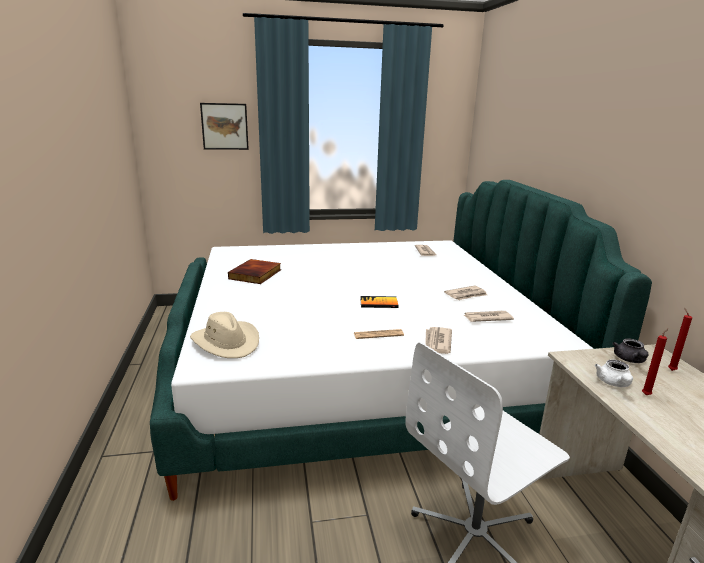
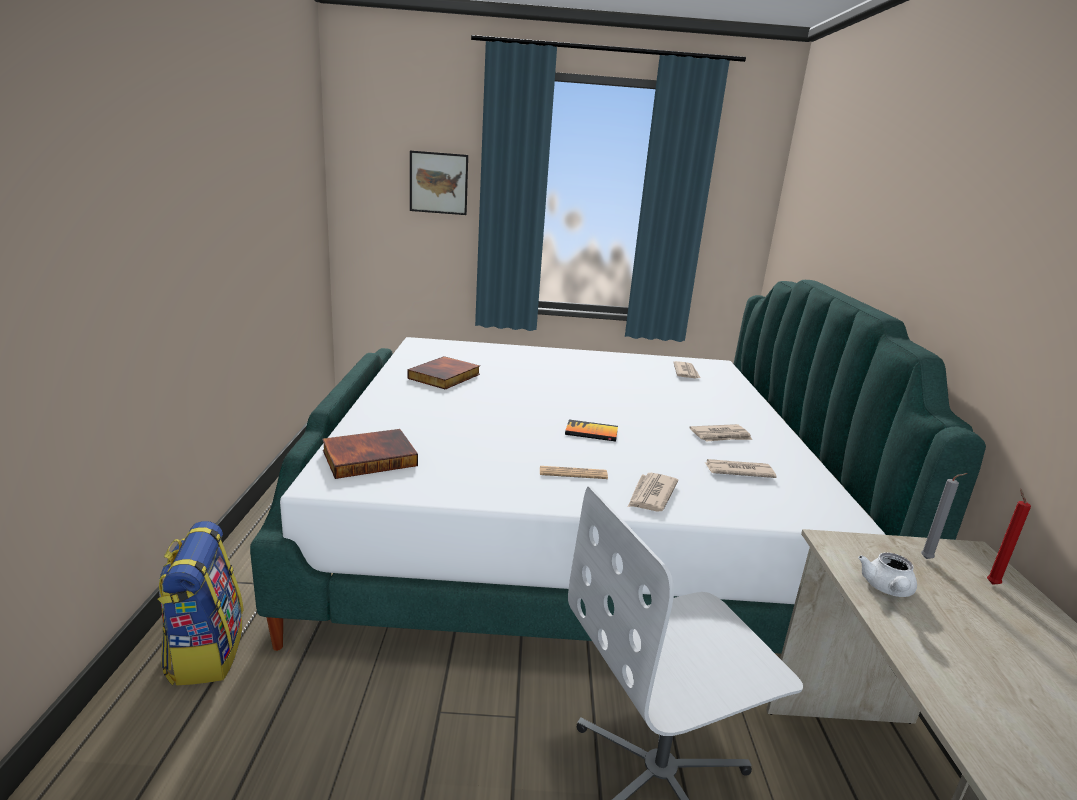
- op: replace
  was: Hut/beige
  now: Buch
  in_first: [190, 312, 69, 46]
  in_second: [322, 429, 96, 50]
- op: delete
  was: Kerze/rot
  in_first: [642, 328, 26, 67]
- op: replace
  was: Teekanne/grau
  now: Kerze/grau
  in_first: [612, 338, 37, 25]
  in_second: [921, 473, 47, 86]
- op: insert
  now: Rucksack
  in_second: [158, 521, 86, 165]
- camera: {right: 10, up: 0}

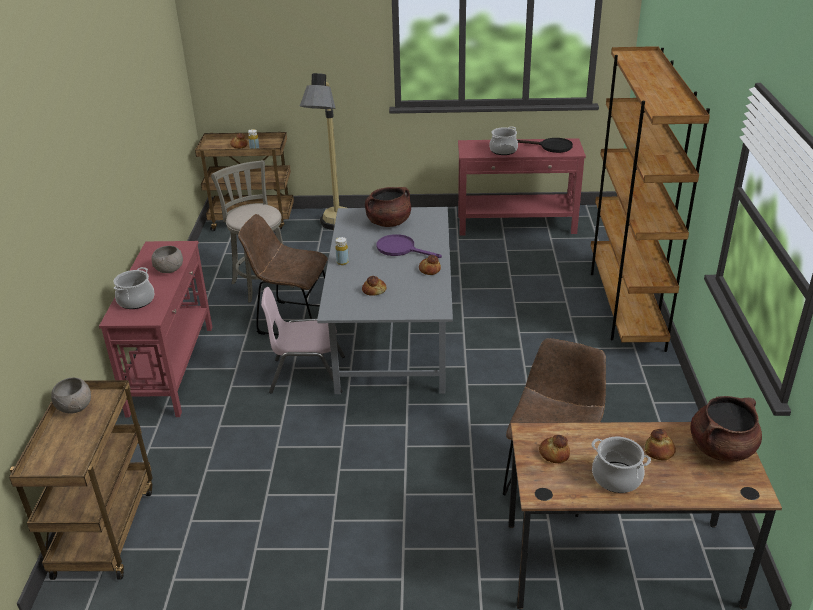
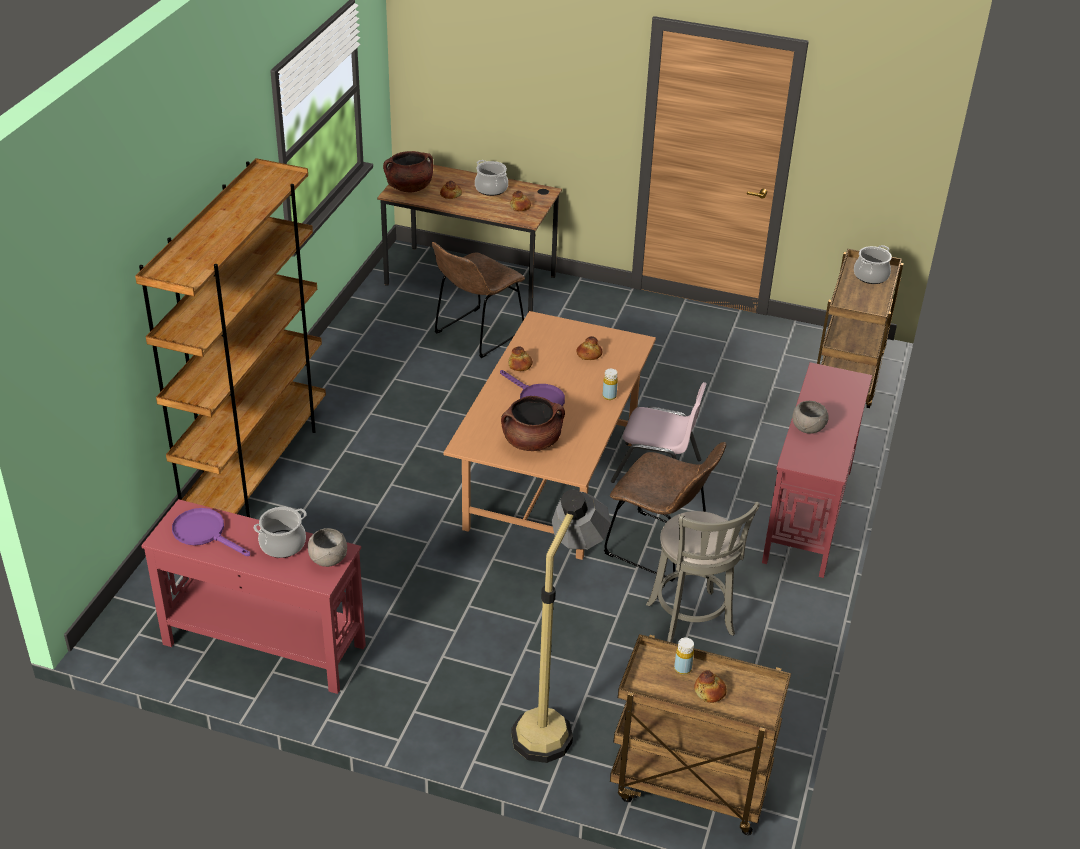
- op: recolor
  was: Pfanne/schwarz
  now: Pfanne/lila
  in_first: [517, 138, 56, 15]
  in_second: [172, 508, 78, 48]
- op: recolor
  was: Esstisch/grau
  now: Esstisch/braun
  in_first: [317, 207, 136, 187]
  in_second: [444, 311, 212, 249]
- op: move
  was: Kochtopf
  in_first: [114, 267, 40, 42]
  in_second: [854, 245, 38, 39]
- op: move
  was: Schüssel/grau
  in_first: [51, 378, 40, 36]
  in_second: [308, 528, 39, 39]
- camera: {right: -165, up: 5}

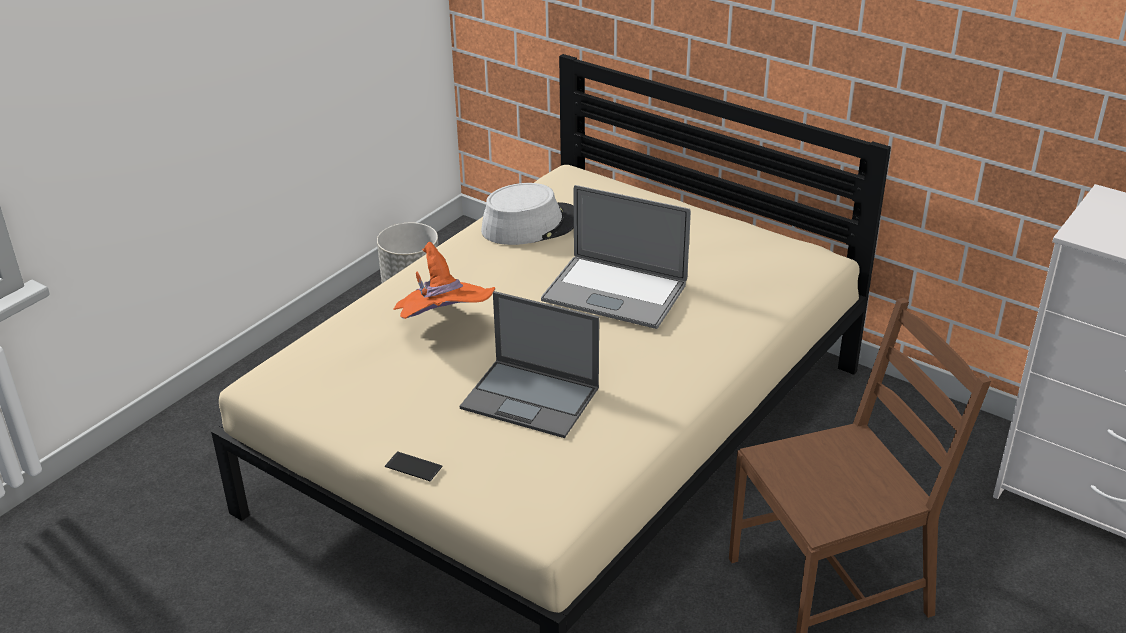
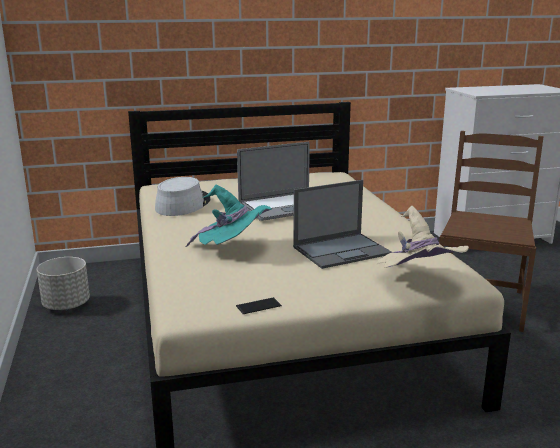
- op: recolor
  was: Hut/orange
  now: Hut/türkis
  in_first: [394, 242, 101, 77]
  in_second: [186, 185, 86, 62]
- op: move
  was: Handy
  in_first: [385, 451, 58, 31]
  in_second: [236, 297, 46, 17]
- op: insert
  now: Hut/beige
  in_second: [376, 206, 93, 62]
- camera: {right: -50, up: -15}

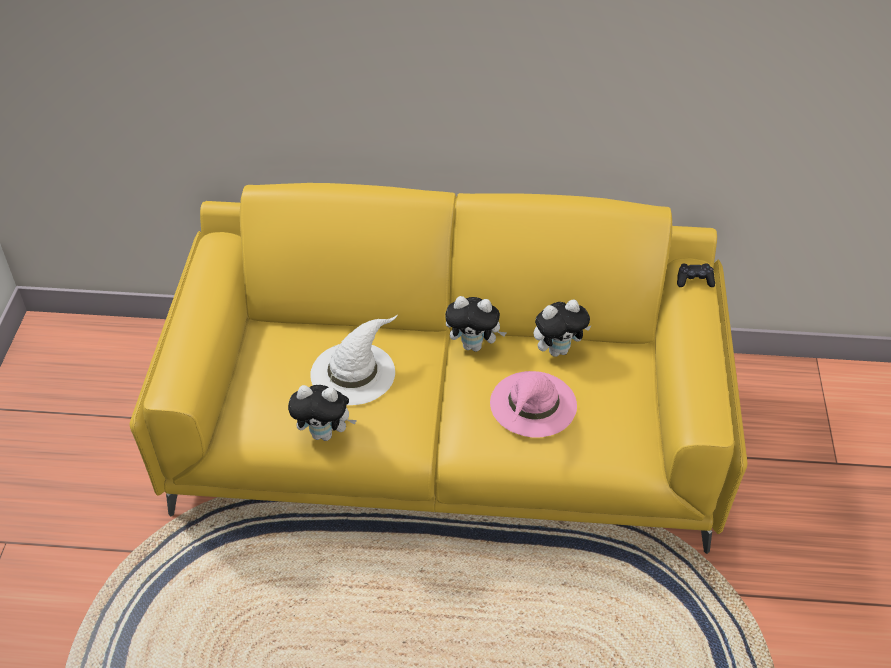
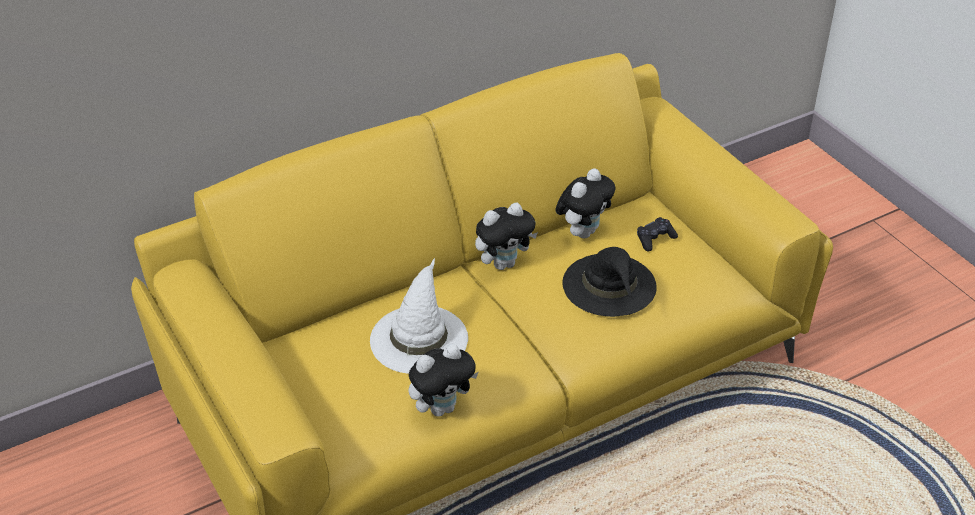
- op: move
  was: Gamepad/schwarz
  in_first: [677, 263, 38, 24]
  in_second: [637, 217, 41, 35]
- op: recolor
  was: Hut/rosa
  now: Hut/schwarz
  in_first: [490, 371, 87, 67]
  in_second: [562, 247, 95, 70]
- camera: {right: -35, up: -5}

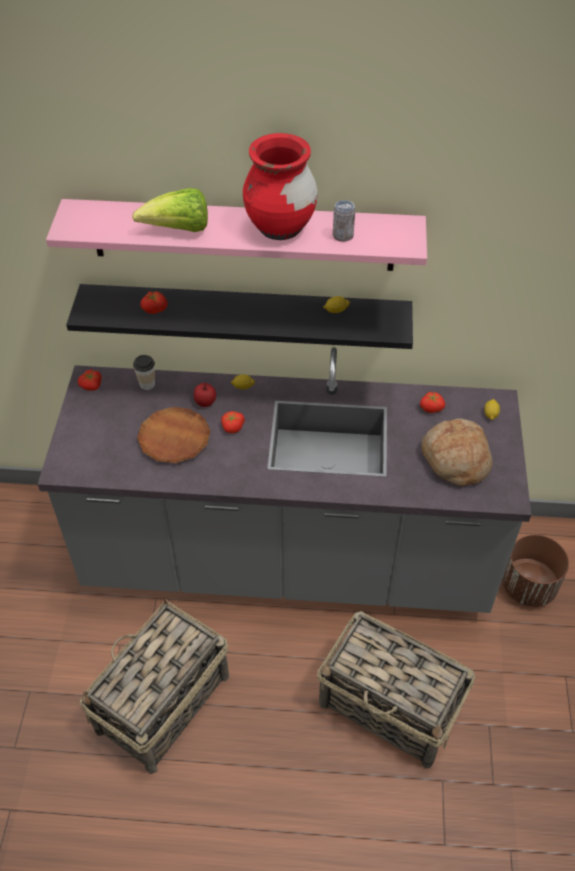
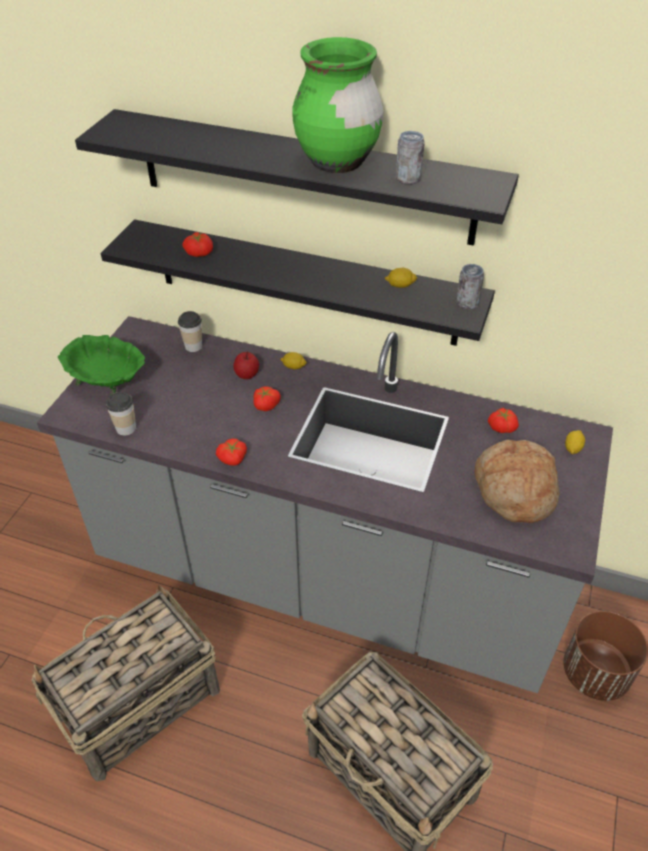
- op: recolor
  was: Vase/rot
  now: Vase/grün
  in_first: [243, 133, 75, 107]
  in_second: [292, 37, 92, 136]
- op: delete
  was: Salatkopf
  in_first: [132, 188, 76, 44]
- op: recolor
  was: Wandregal/rosa
  now: Wandregal/schwarz
  in_first: [46, 199, 381, 72]
  in_second: [75, 109, 444, 137]
- op: move
  was: Tomate
  in_first: [78, 370, 24, 21]
  in_second: [216, 439, 31, 27]
- op: delete
  was: Teller/braun
  in_first: [137, 407, 73, 56]
- op: insert
  now: Dose
  in_second: [456, 264, 28, 46]
- op: insert
  now: Schüssel/grün
  in_second: [58, 335, 87, 61]
- op: insert
  now: Tasse
  in_second: [106, 392, 30, 44]
- camera: {right: 15, up: -5}

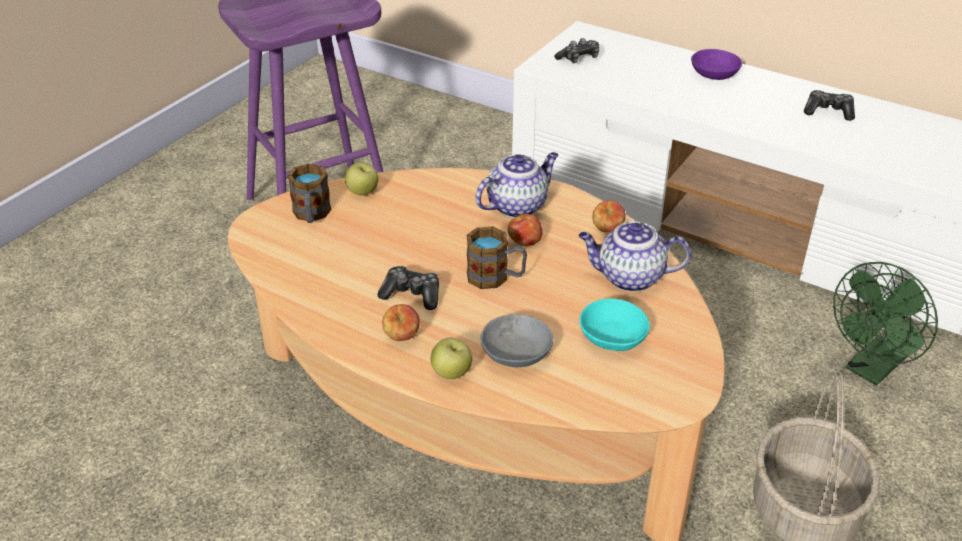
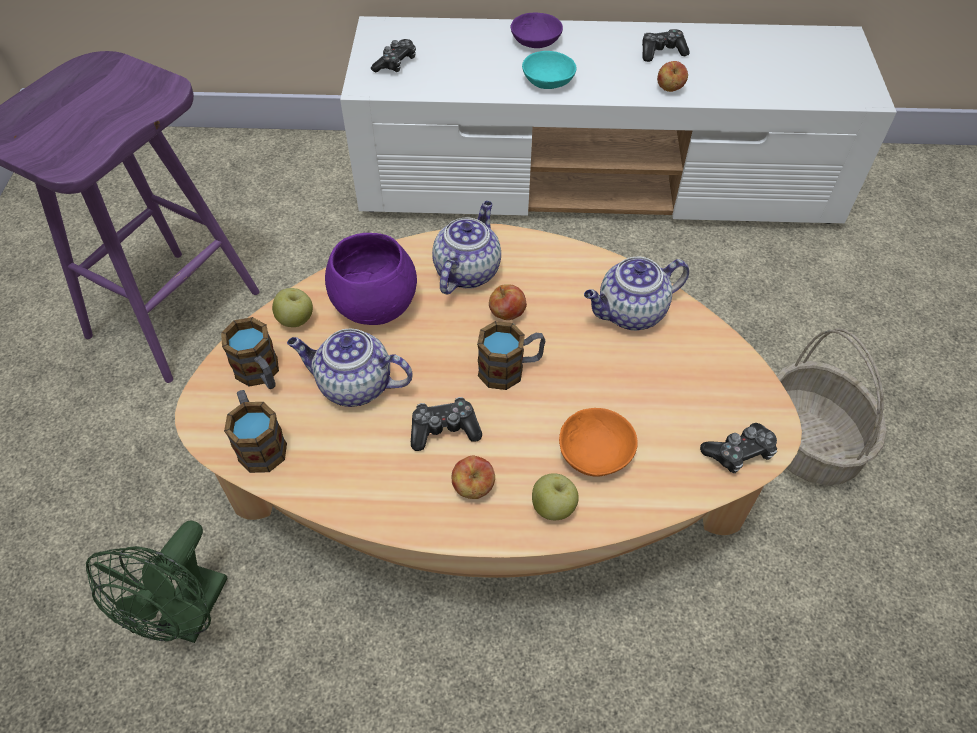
- op: move
  was: Apfel
  in_first: [592, 200, 34, 32]
  in_second: [657, 61, 31, 31]
- op: move
  was: Ventilator/grün
  in_first: [833, 262, 105, 124]
  in_second: [86, 520, 142, 123]
- op: move
  was: Schüssel/türkis
  in_first: [579, 299, 71, 52]
  in_second: [522, 51, 54, 38]
- op: recolor
  was: Schüssel/grau
  now: Schüssel/orange
  in_first: [480, 314, 73, 53]
  in_second: [559, 408, 79, 69]
- op: insert
  now: Schüssel/lila
  in_second: [325, 233, 92, 92]
- op: insert
  now: Teekanne
  in_second: [287, 328, 126, 79]
- op: insert
  now: Henkelbecher
  in_second: [224, 390, 63, 83]
- op: insert
  now: Gamepad
  in_second: [700, 423, 77, 50]
- camera: {right: -30, up: 15}

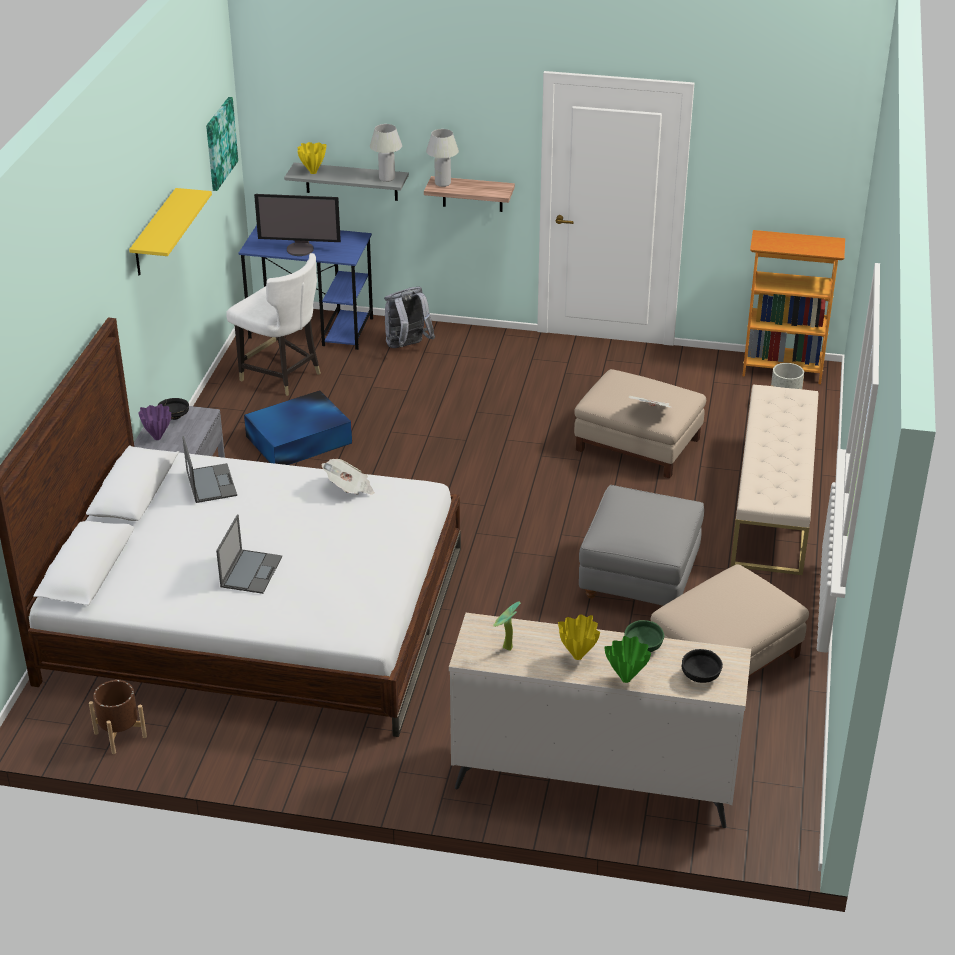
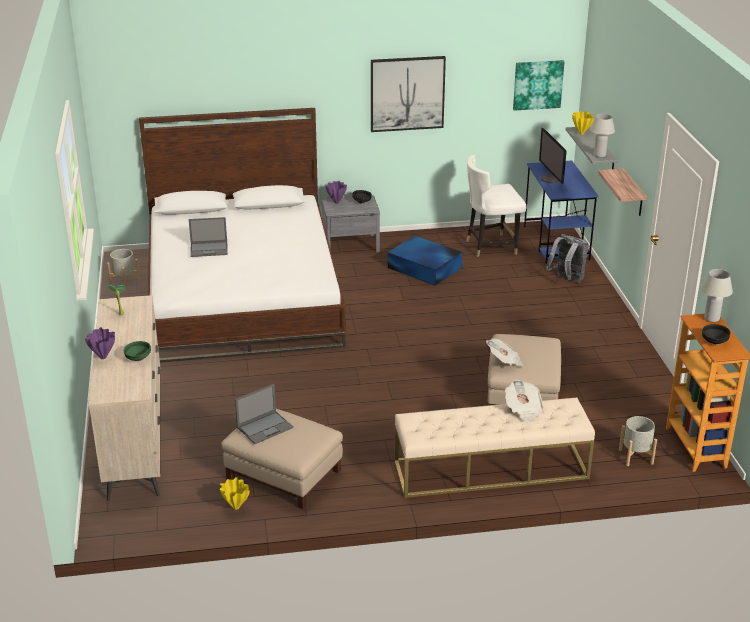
- op: move
  was: Tischlampe/weiß
  in_first: [426, 129, 33, 58]
  in_second: [701, 269, 32, 53]
- op: replace
  was: Wandregal/gelb
  now: Bild
  in_first: [129, 188, 83, 88]
  in_second: [371, 56, 75, 76]
- op: rotate
  was: Stuhl/weiß
  in_first: [226, 253, 95, 143]
  in_second: [466, 155, 60, 102]
  clockwise: 60
- op: move
  was: Laptop
  in_first: [182, 436, 55, 67]
  in_second: [235, 384, 59, 60]
- op: move
  was: Zeitung
  in_first: [322, 459, 52, 36]
  in_second: [505, 379, 39, 43]
- op: delete
  was: Polsterhocker/grau
  in_first: [579, 485, 125, 121]
- op: move
  was: Vase/gelb
  in_first: [558, 615, 42, 45]
  in_second: [220, 477, 30, 33]
- op: recolor
  was: Vase/grün
  now: Vase/lila
  in_first: [604, 636, 47, 47]
  in_second: [85, 327, 30, 32]
- op: move
  was: Schüssel/schwarz
  in_first: [682, 649, 41, 34]
  in_second: [702, 324, 29, 20]
- op: recolor
  was: Pflanzkübel/braun
  now: Pflanzkübel/grau
  in_first: [89, 680, 58, 74]
  in_second: [107, 249, 33, 40]
- camera: {right: 70, up: -5}

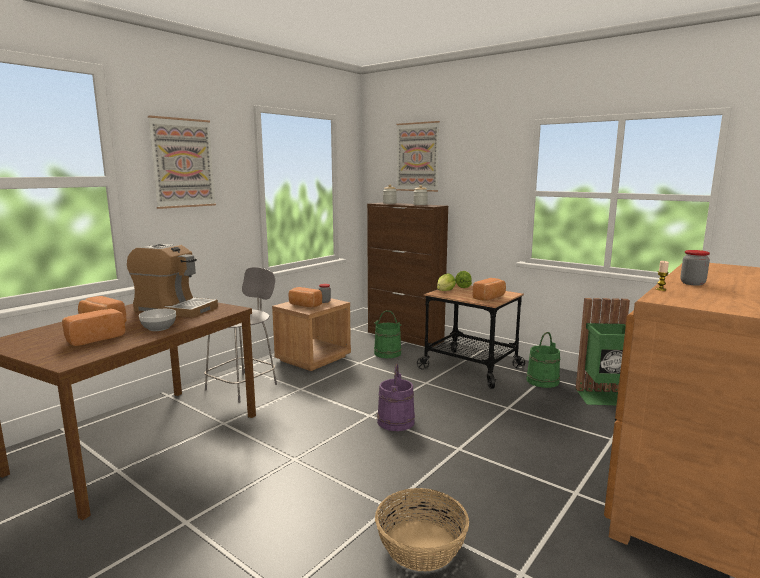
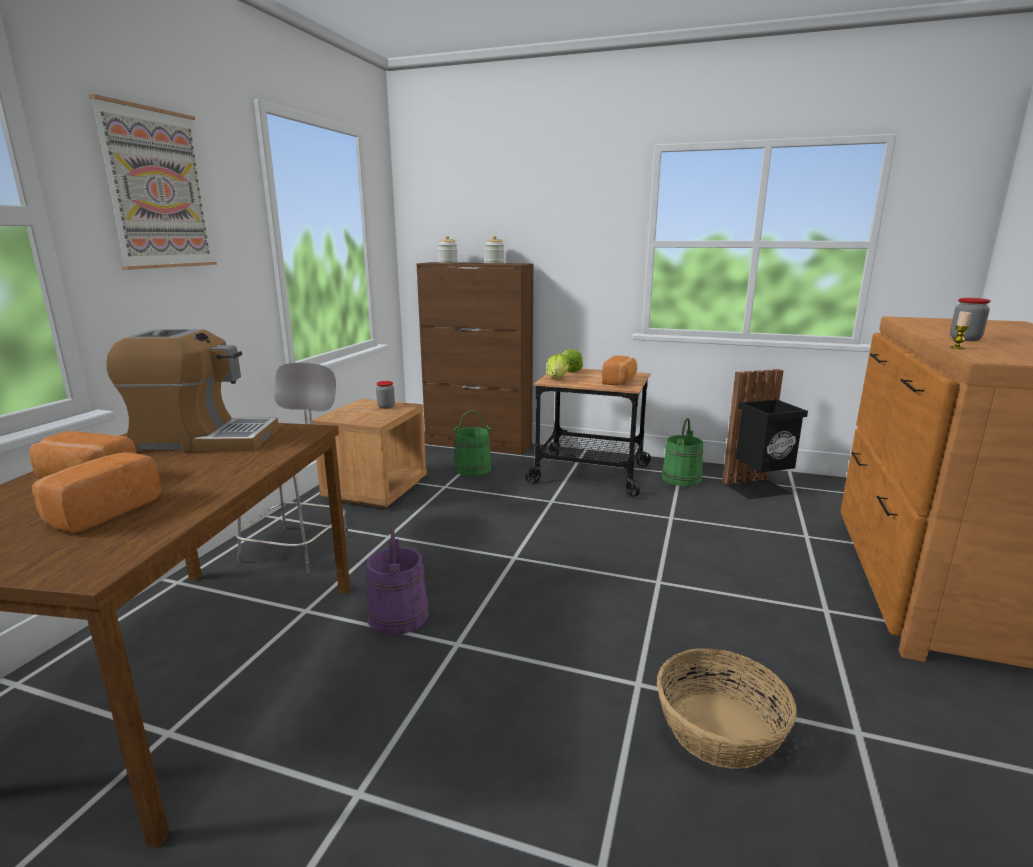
- op: delete
  was: Bild
  in_first: [396, 121, 44, 71]
- op: delete
  was: Brot
  in_first: [289, 287, 33, 20]
- op: recolor
  was: Mülleimer/grün
  now: Mülleimer/schwarz
  in_first: [575, 298, 55, 107]
  in_second: [722, 369, 86, 130]
- op: delete
  was: Schüssel
  in_first: [139, 309, 37, 22]
- op: move
  was: Eimer/lila
  in_first: [377, 363, 38, 68]
  in_second: [366, 525, 63, 110]
- camera: {right: -20, up: 5}

